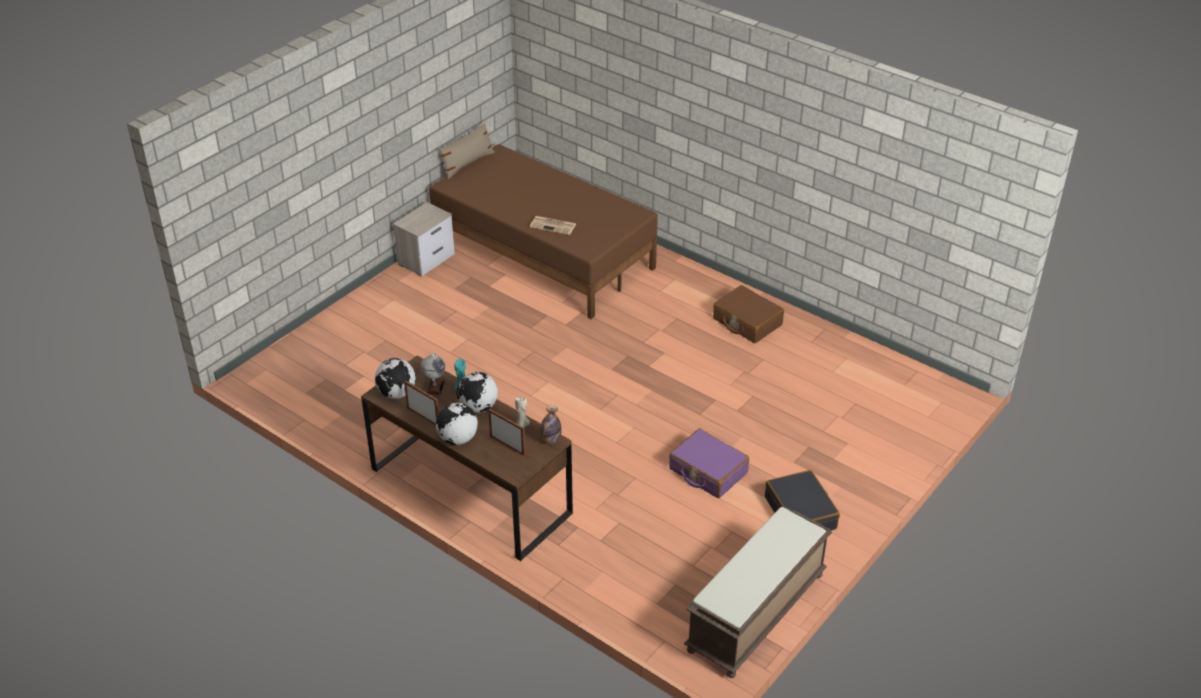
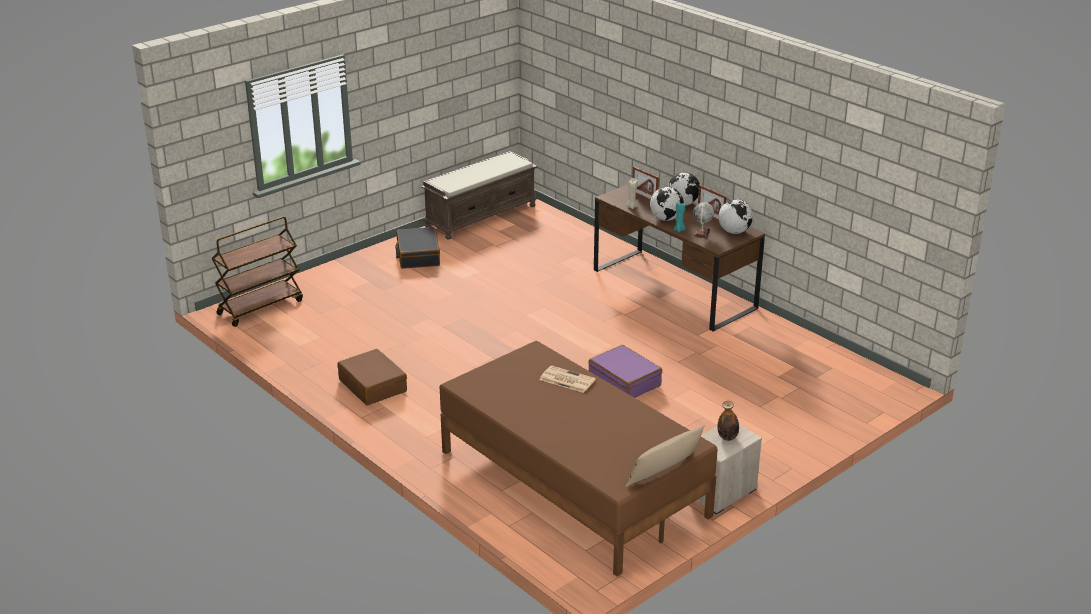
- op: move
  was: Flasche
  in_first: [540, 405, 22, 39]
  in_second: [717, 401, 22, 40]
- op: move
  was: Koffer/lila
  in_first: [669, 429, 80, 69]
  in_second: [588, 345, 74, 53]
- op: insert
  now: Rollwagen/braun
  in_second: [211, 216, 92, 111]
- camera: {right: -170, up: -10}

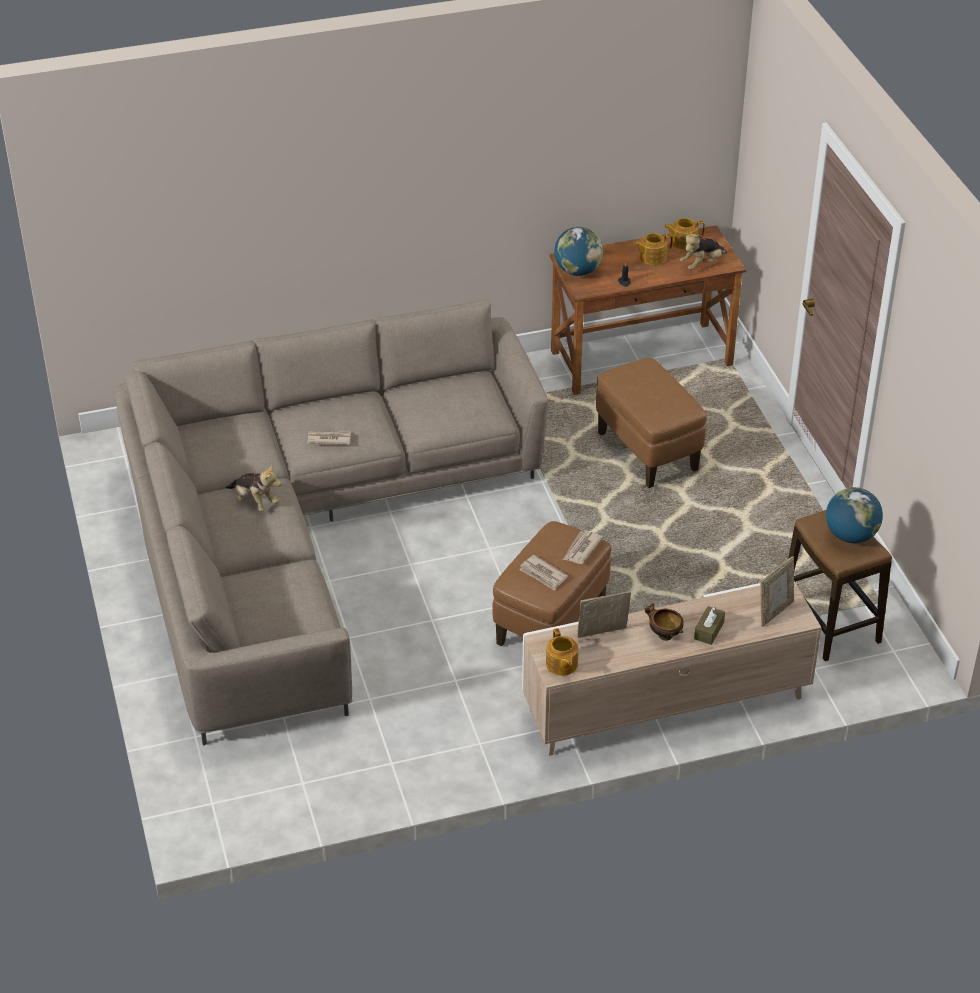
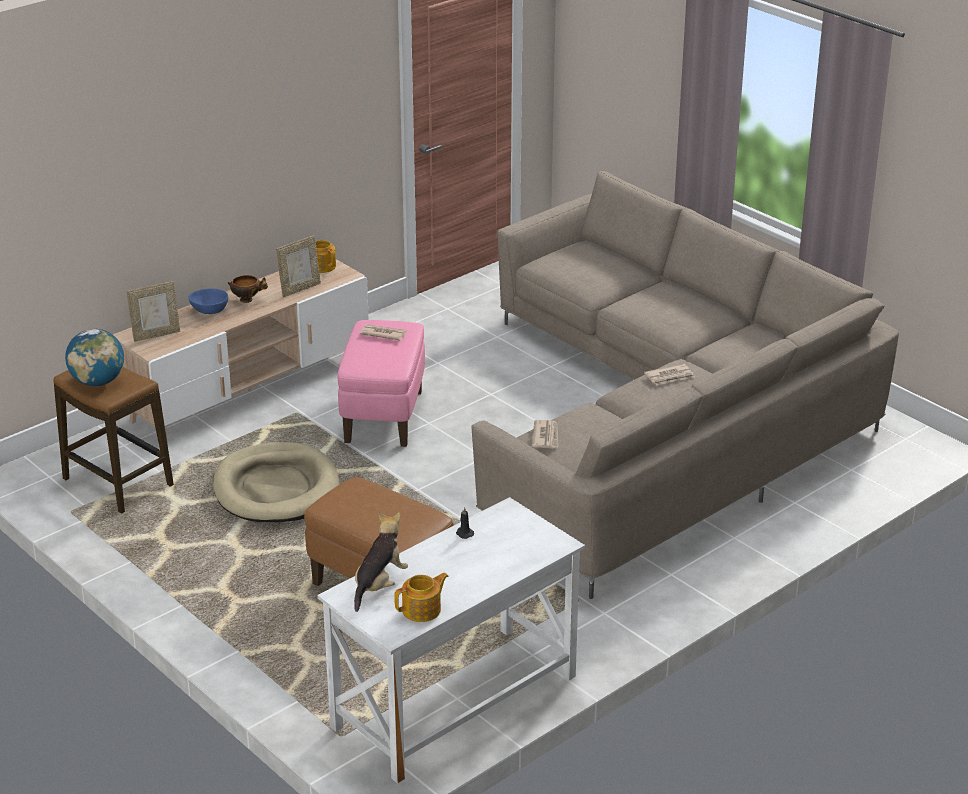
- op: recolor
  was: Schreibtisch/braun
  now: Schreibtisch/weiß
  in_first: [550, 226, 196, 169]
  in_second: [317, 497, 268, 286]
- op: delete
  was: Globus
  in_first: [554, 227, 49, 49]
- op: delete
  was: Teekanne
  in_first: [634, 233, 39, 32]
- op: delete
  was: Plüschtier
  in_first: [225, 464, 57, 48]
- op: recolor
  was: Polsterhocker/braun
  now: Polsterhocker/rosa
  in_first: [493, 521, 118, 125]
  in_second: [338, 320, 87, 127]
- op: move
  was: Zeitung
  in_first: [563, 530, 40, 34]
  in_second: [532, 420, 26, 29]
- op: rotate
  was: Bilderrahmen
  in_first: [760, 556, 34, 71]
  in_second: [127, 281, 53, 61]
  clockwise: -135
- op: replace
  was: Taschentuchbox/braun
  now: Schüssel/blau
  in_first: [694, 606, 31, 39]
  in_second: [189, 288, 39, 26]
- op: insert
  now: Hundebett/beige
  in_second: [213, 442, 127, 80]
- camera: {right: 155, up: -10}

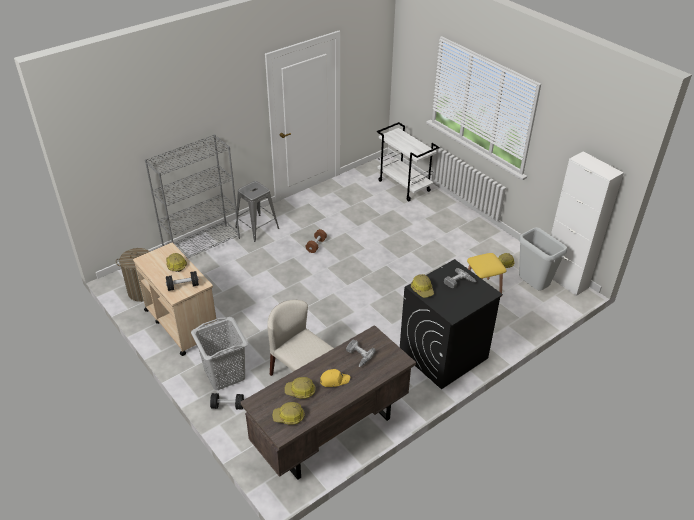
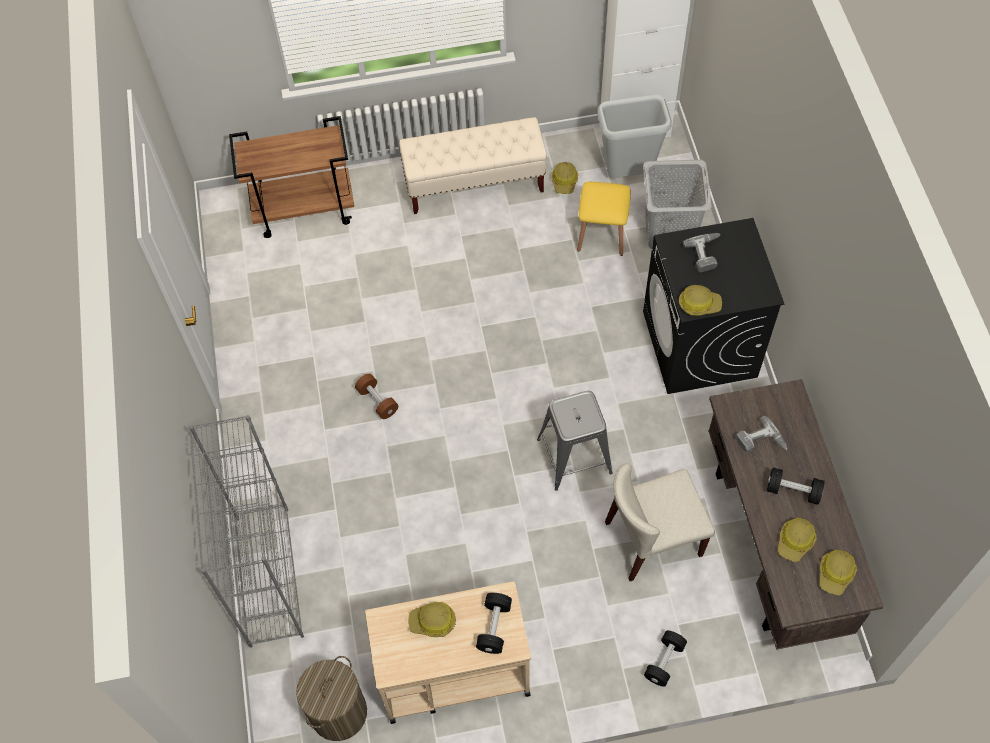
- op: recolor
  was: Rollwagen/weiß
  now: Rollwagen/braun
  in_first: [377, 122, 62, 80]
  in_second: [229, 116, 126, 122]
- op: move
  was: Hocker/grau
  in_first: [235, 181, 44, 61]
  in_second: [537, 391, 76, 100]
- op: move
  was: Wäschekorb/grau
  in_first: [191, 317, 57, 73]
  in_second: [643, 160, 69, 89]
- op: replace
  was: Kappe/gelb
  now: Hantel/schwarz
  in_first: [320, 369, 30, 18]
  in_second: [767, 468, 58, 37]
- op: insert
  now: Bank/beige
  in_second: [399, 117, 148, 97]
- camera: {right: -60, up: 20}

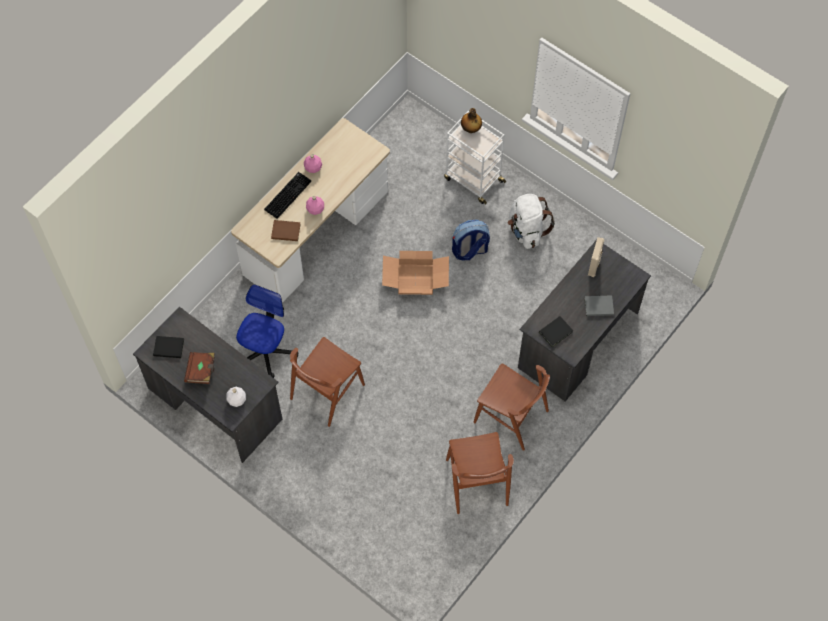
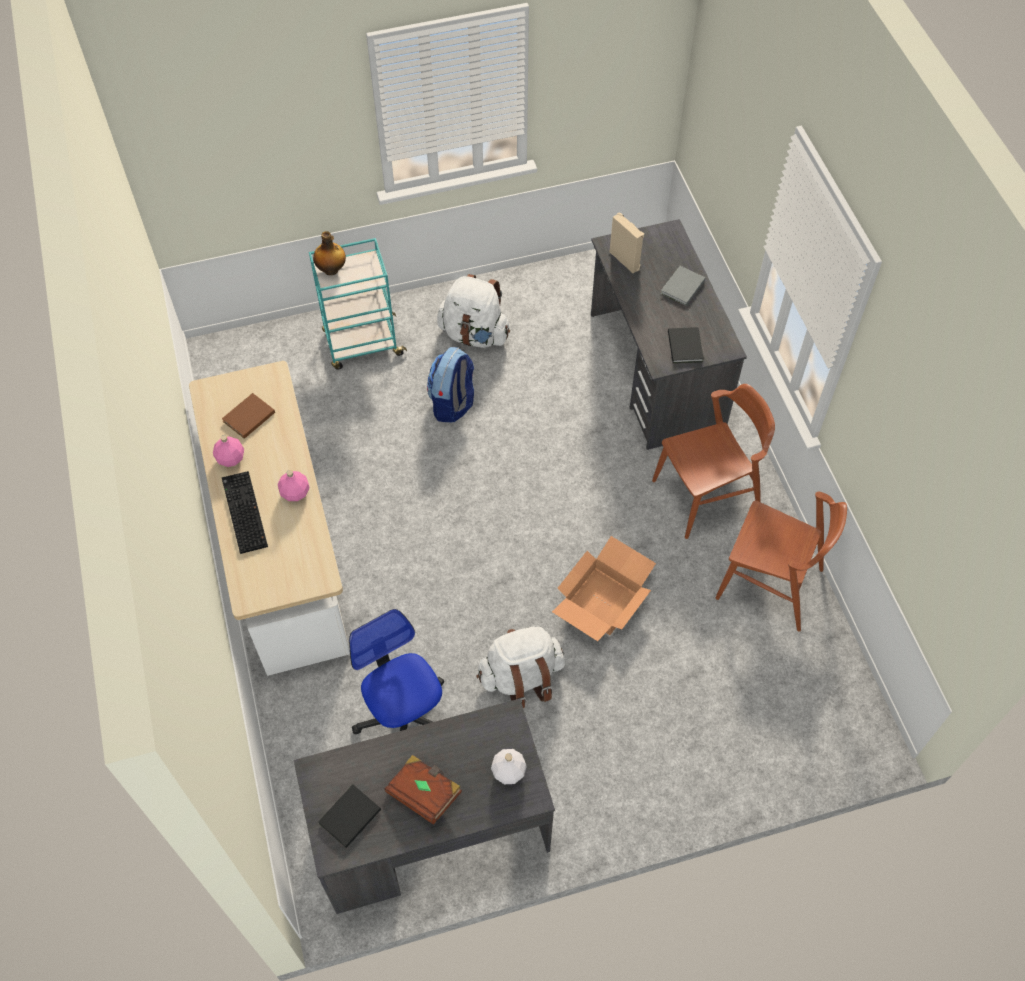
- op: recolor
  was: Rollwagen/weiß
  now: Rollwagen/türkis
  in_first: [444, 111, 62, 94]
  in_second: [309, 238, 98, 132]
- op: move
  was: Buch/braun
  in_first: [271, 220, 30, 21]
  in_second: [222, 393, 53, 46]
- op: move
  was: Karton
  in_first: [382, 251, 67, 44]
  in_second: [552, 536, 104, 105]
- op: replace
  was: Stuhl/braun
  now: Rucksack/weiß
  in_first: [290, 337, 75, 90]
  in_second: [476, 627, 89, 81]
- camera: {right: -55, up: -5}

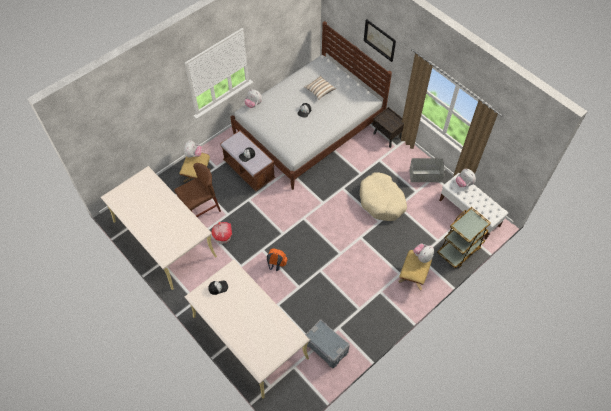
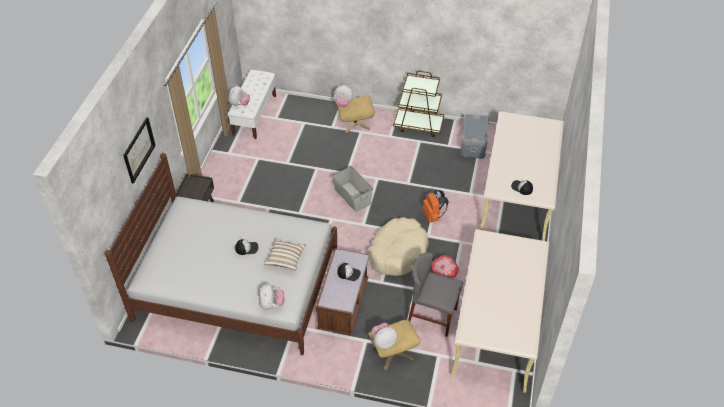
- op: move
  was: Kissen
  in_first: [304, 75, 32, 25]
  in_second: [264, 238, 42, 33]
- op: move
  was: Aufbewahrungsbox/grau
  in_first: [409, 158, 36, 24]
  in_second: [332, 166, 41, 46]
- op: recolor
  was: Stuhl/braun
  now: Stuhl/grau
  in_first: [174, 163, 47, 54]
  in_second: [408, 252, 55, 85]
- op: move
  was: Hundebett/beige
  in_first: [360, 172, 47, 49]
  in_second: [368, 217, 61, 59]
- op: move
  was: Rollwagen/braun
  in_first: [437, 207, 54, 61]
  in_second: [393, 71, 51, 66]
- camera: {right: -125, up: -10}

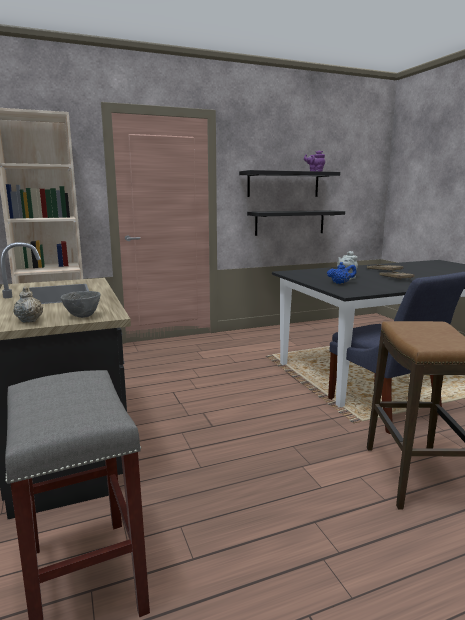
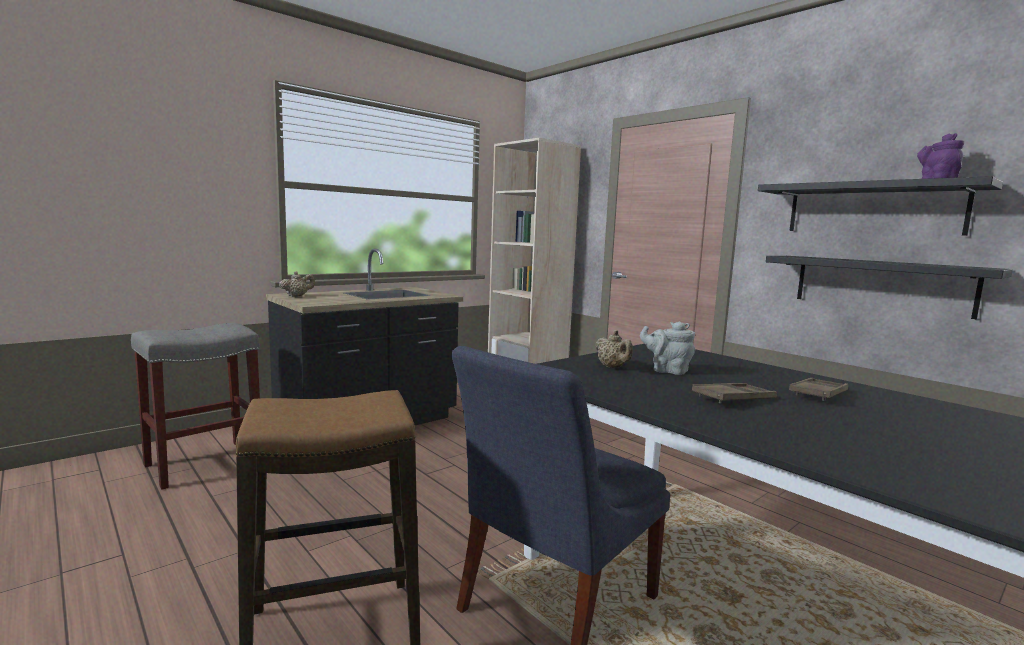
- op: recolor
  was: Teekanne/blau
  now: Teekanne/beige
  in_first: [327, 262, 30, 22]
  in_second: [595, 330, 38, 38]
- op: delete
  was: Schüssel/grau
  in_first: [61, 291, 39, 27]
- camera: {right: 70, up: -5}

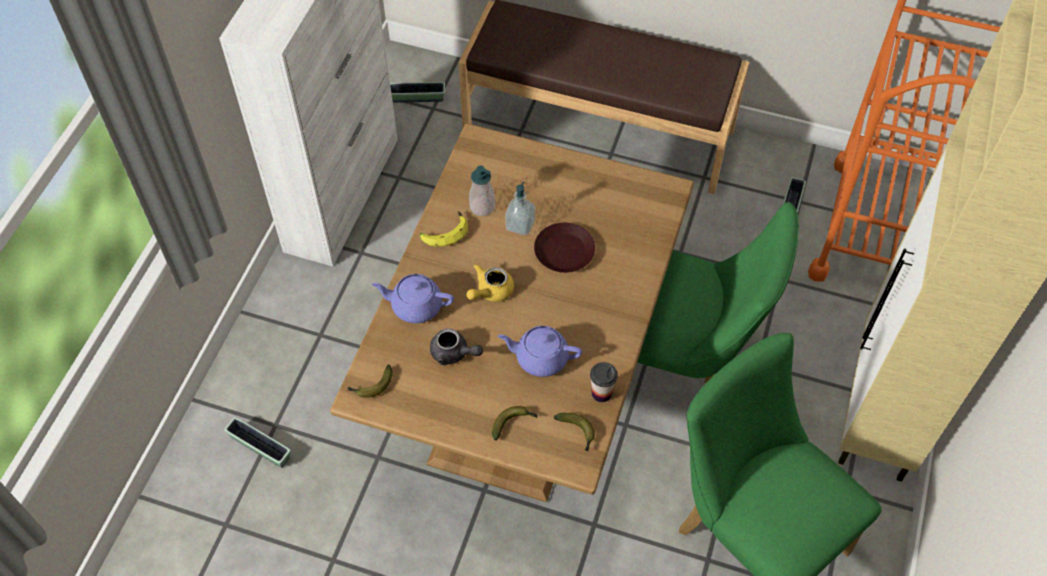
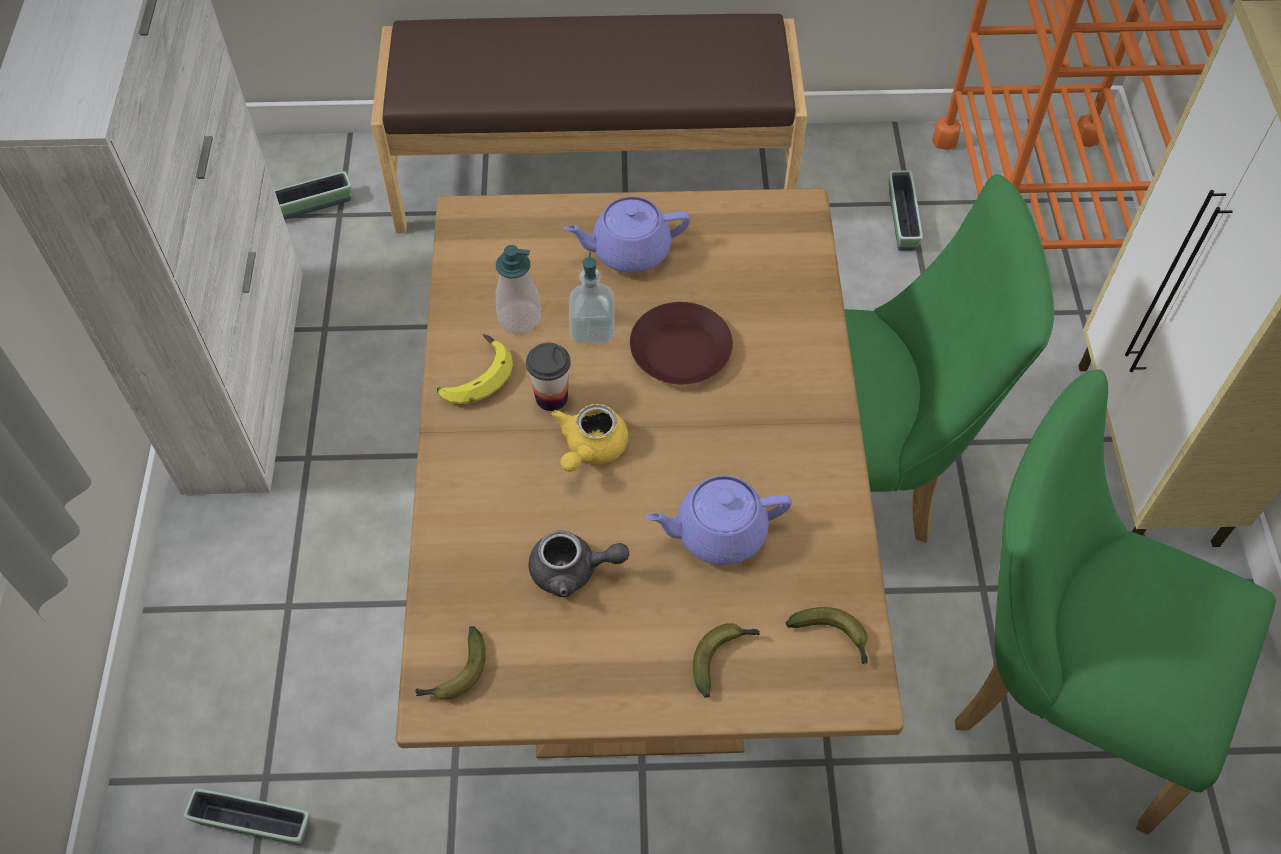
- op: move
  was: Teekanne/lila
  in_first: [372, 274, 82, 49]
  in_second: [563, 196, 128, 77]
- op: move
  was: Tasse
  in_first: [590, 362, 28, 40]
  in_second: [526, 343, 45, 68]
- camera: {right: -20, up: 0}

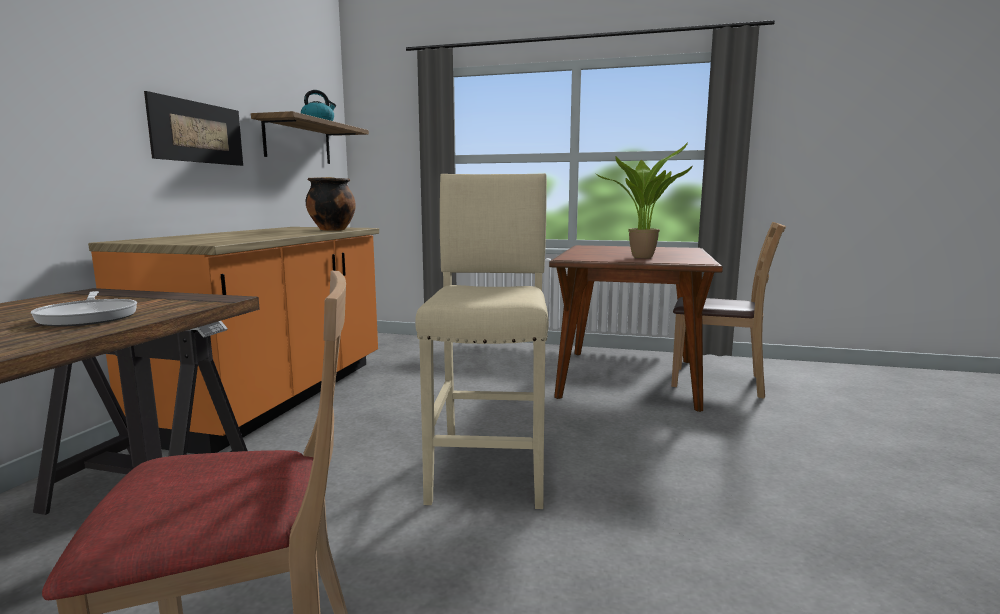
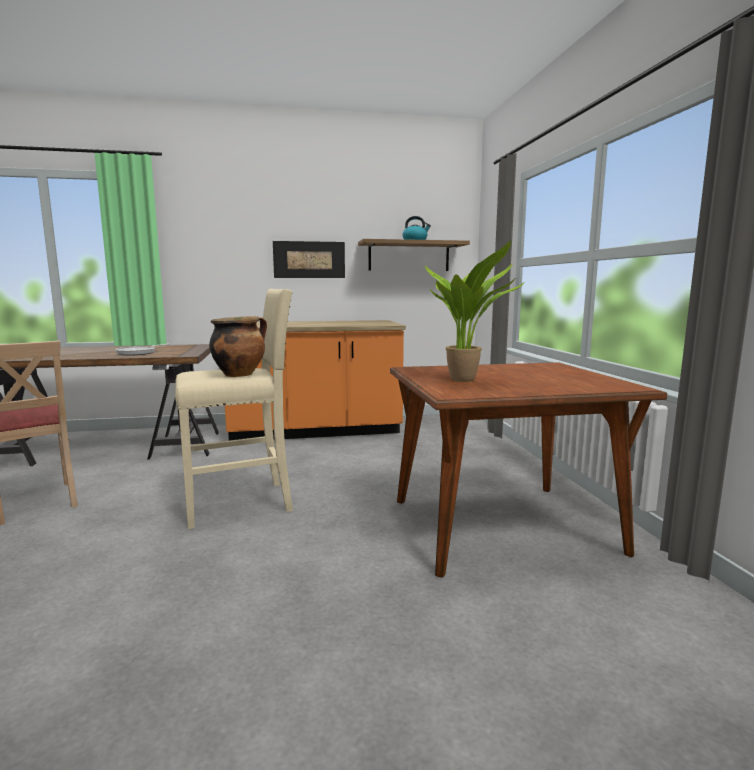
- op: move
  was: Kochtopf
  in_first: [306, 177, 50, 54]
  in_second: [209, 316, 58, 61]
- op: delete
  was: Stuhl/braun
  in_first: [671, 222, 115, 177]
- camera: {right: 65, up: 0}

